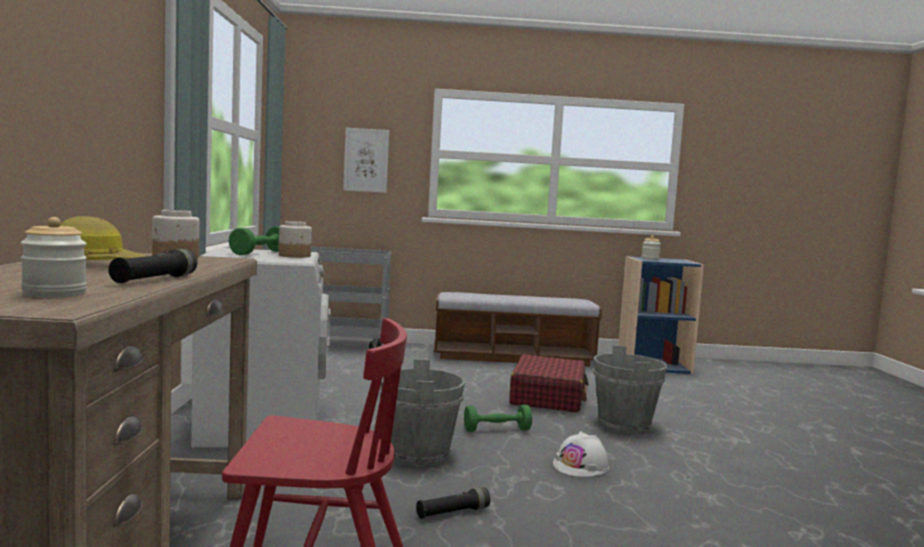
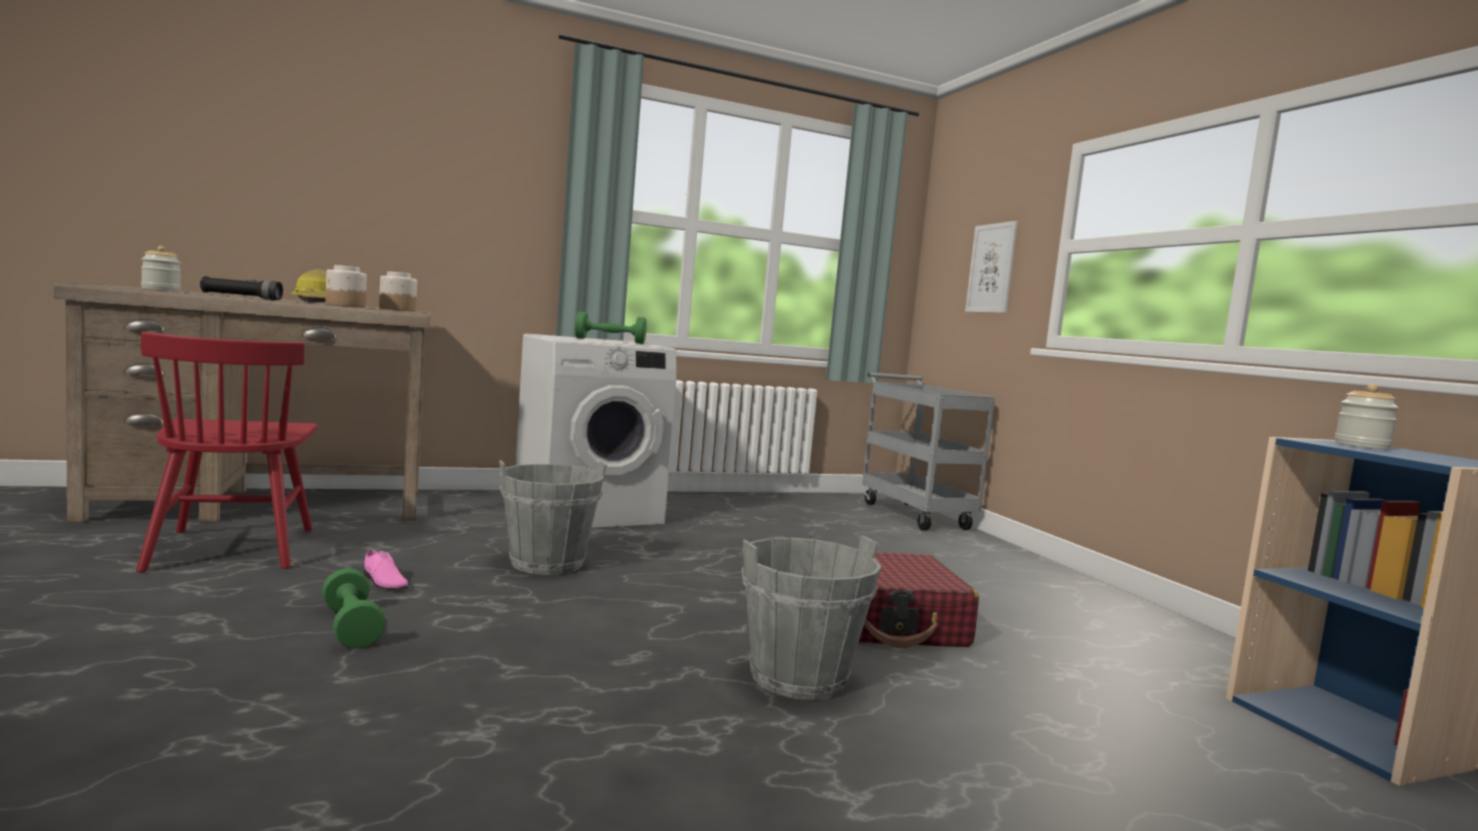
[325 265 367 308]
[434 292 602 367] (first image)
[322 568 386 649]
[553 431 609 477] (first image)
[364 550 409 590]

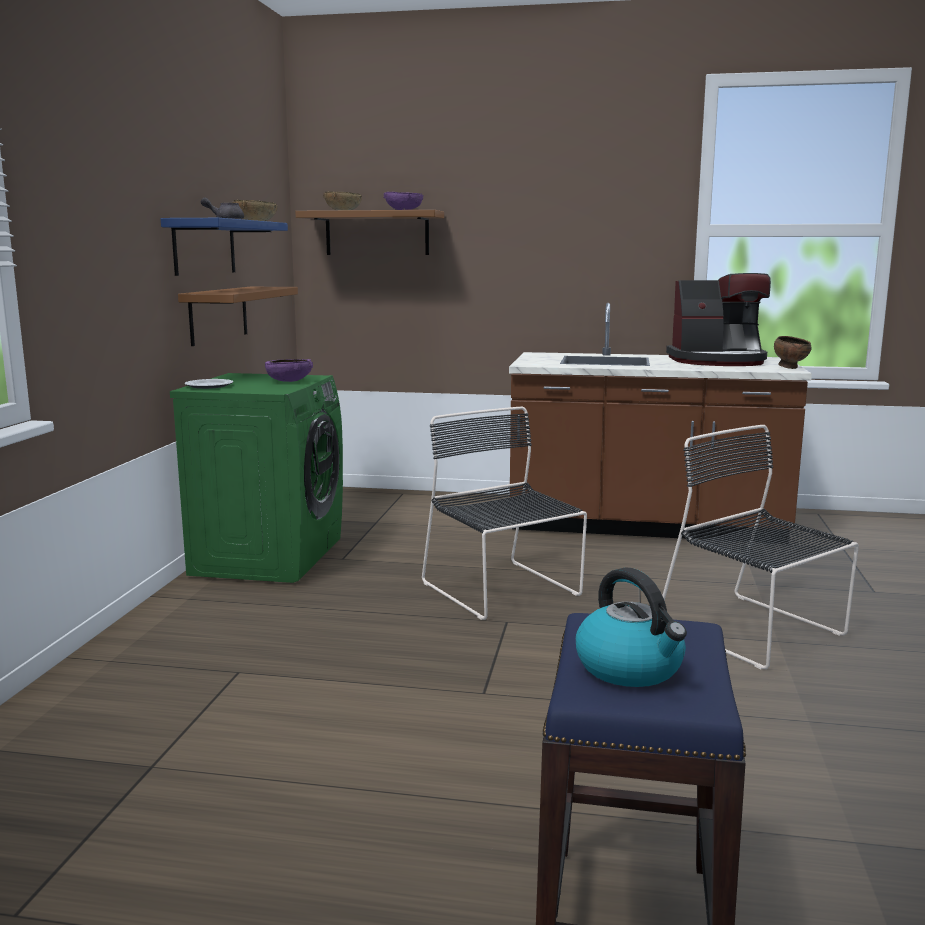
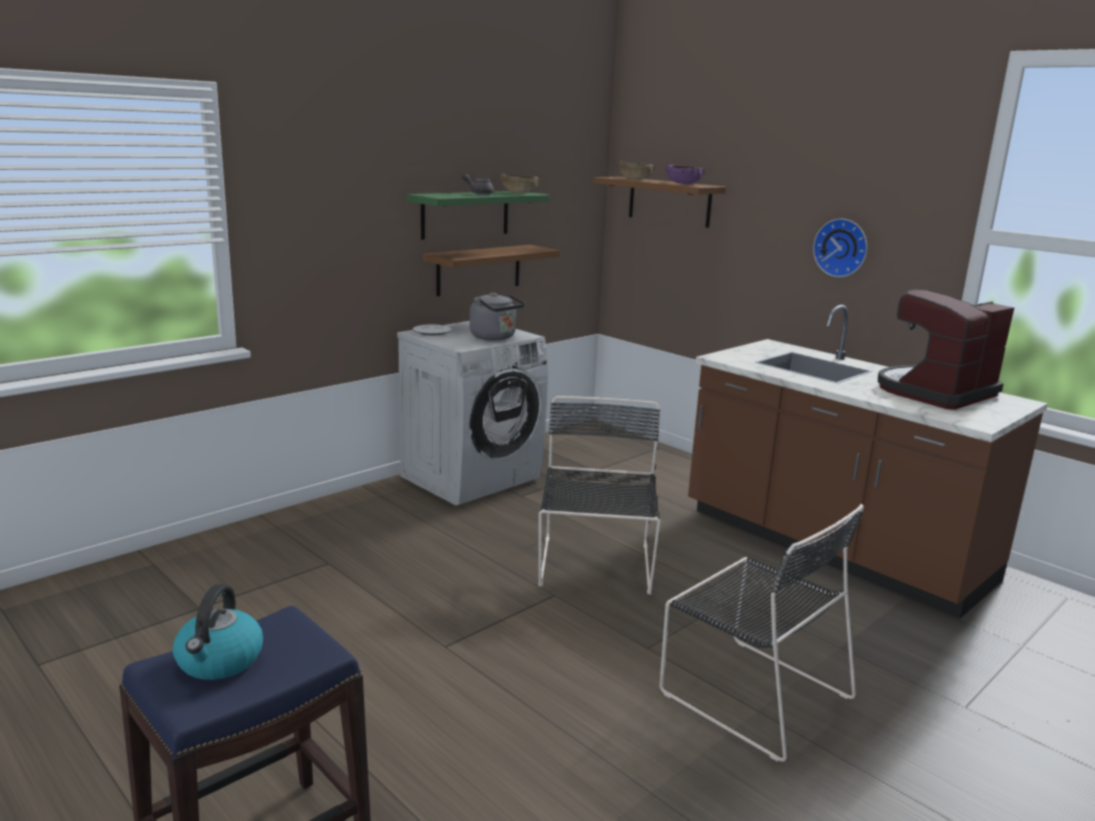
[407 191 550 240]
[878 289 1014 410]
[774 336 812 369] (first image)
[470 292 526 340]
[397 321 548 505]
[660 504 864 762]
[813 218 867 277]

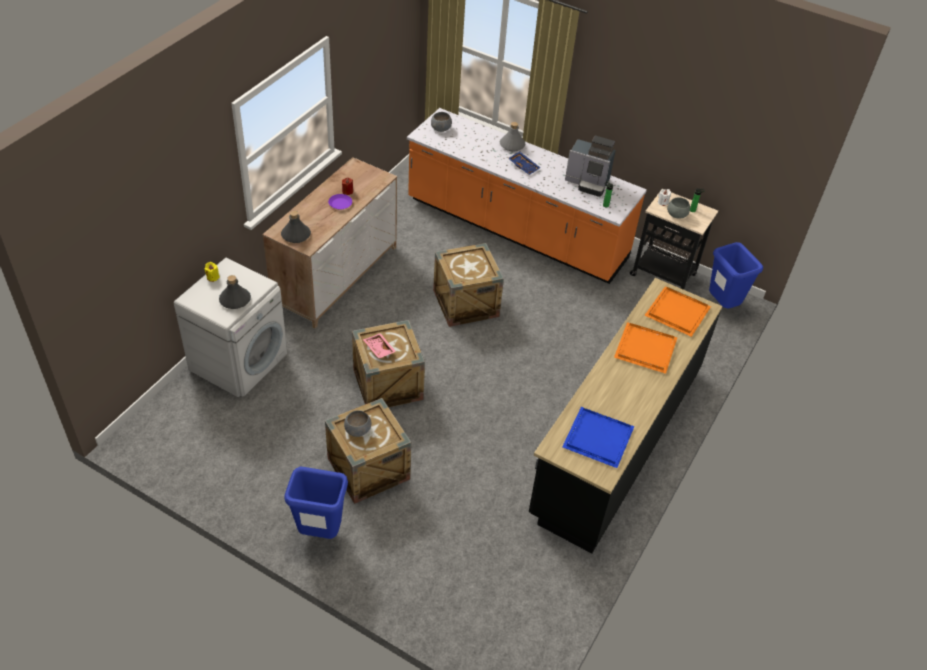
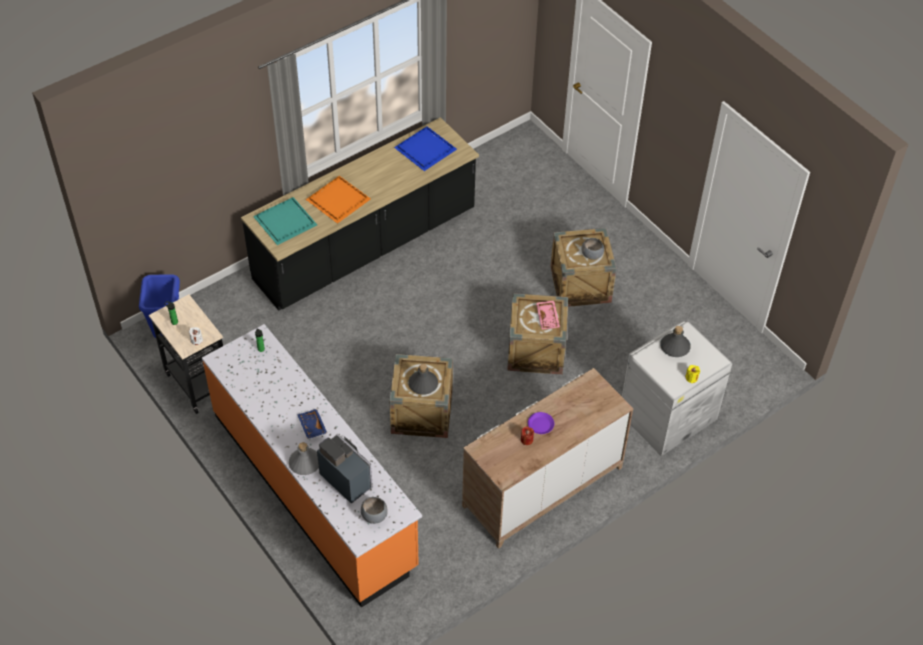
[317 434 373 504]
[667 197 690 219] (first image)
[408 364 438 395]
[253 197 317 245]
[284 467 348 539] (first image)

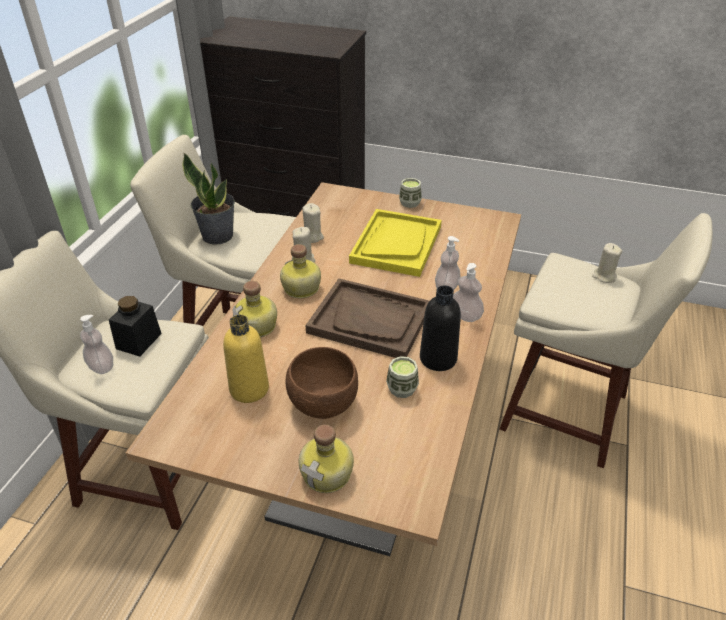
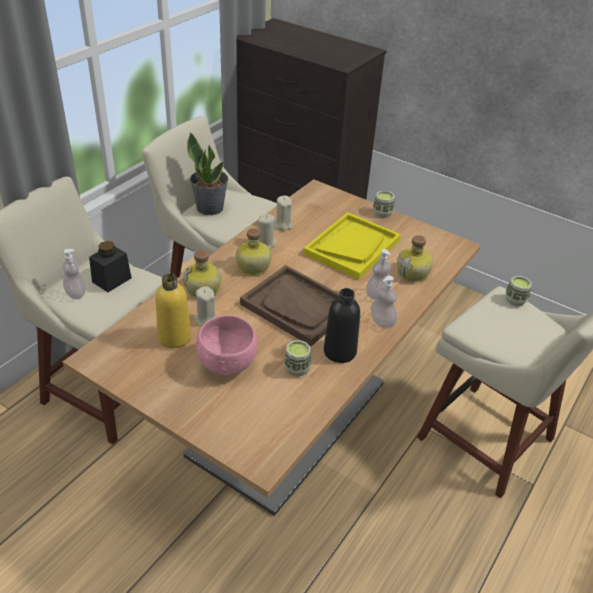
[194 287 217 327]
[196 315 257 376]
[397 235 433 282]
[506 276 532 306]

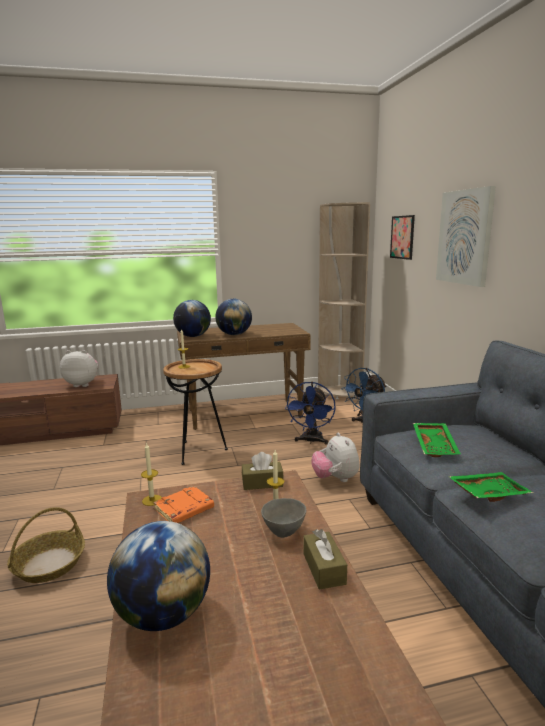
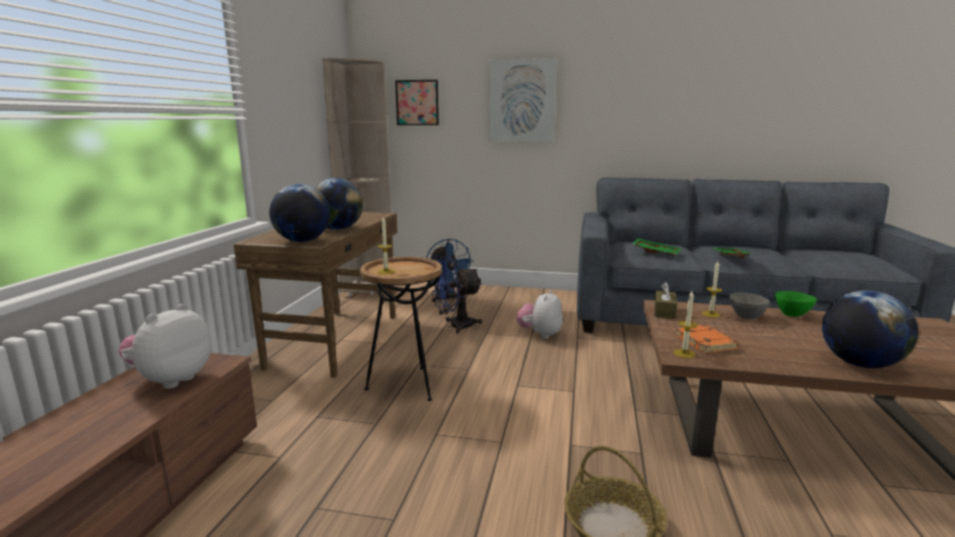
[432 256 482 334]
[516 290 563 339]
[775 291 817 317]

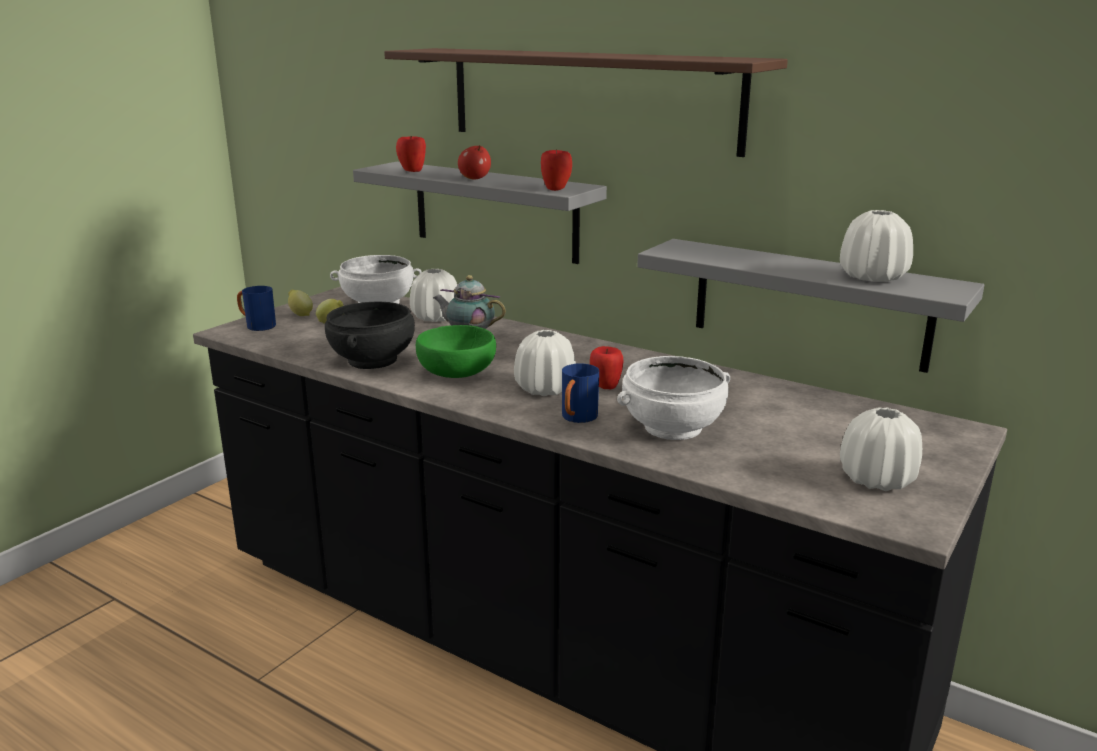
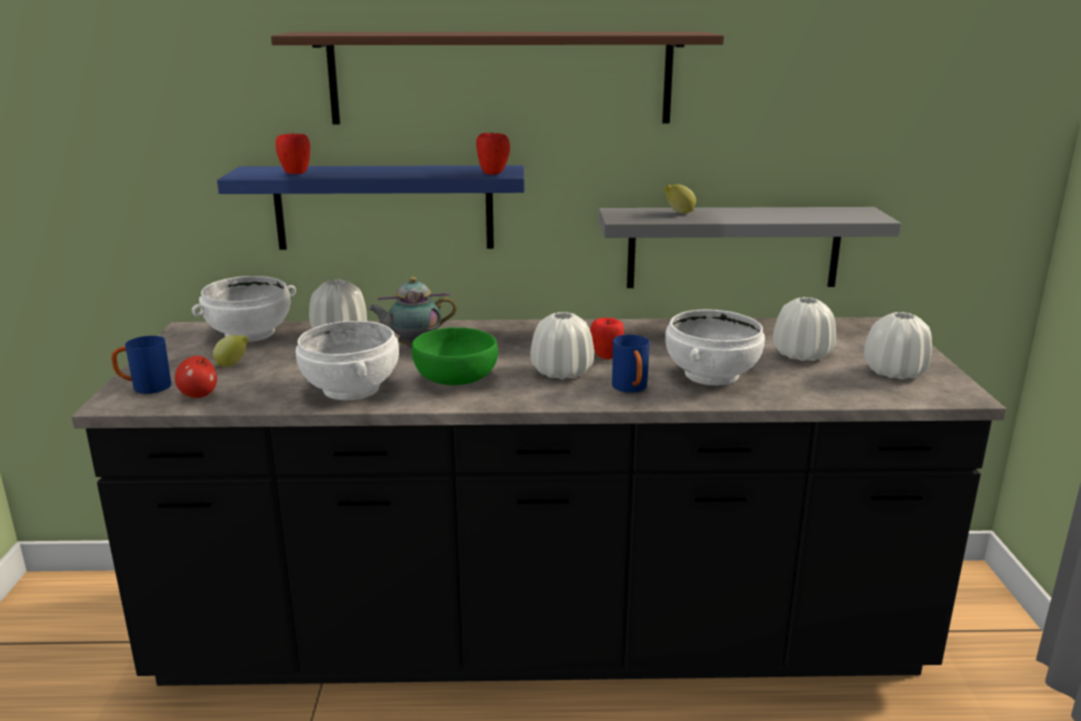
[175 356 217 398]
[217 165 524 250]
[773 297 836 361]
[664 184 696 213]
[296 321 399 400]

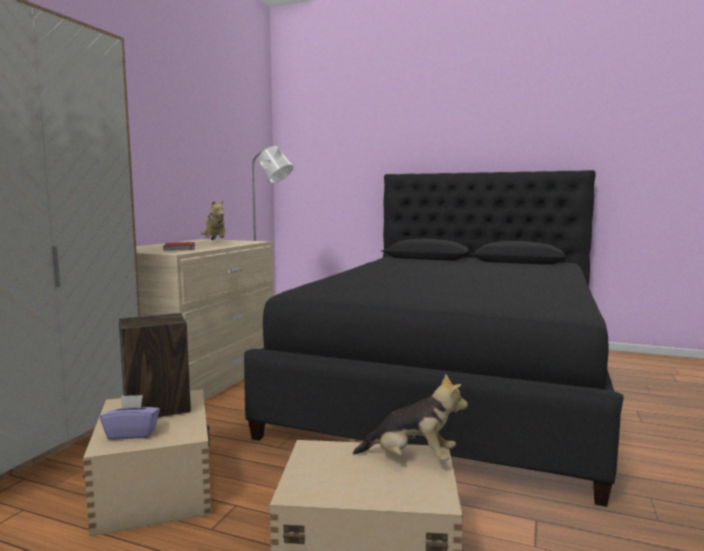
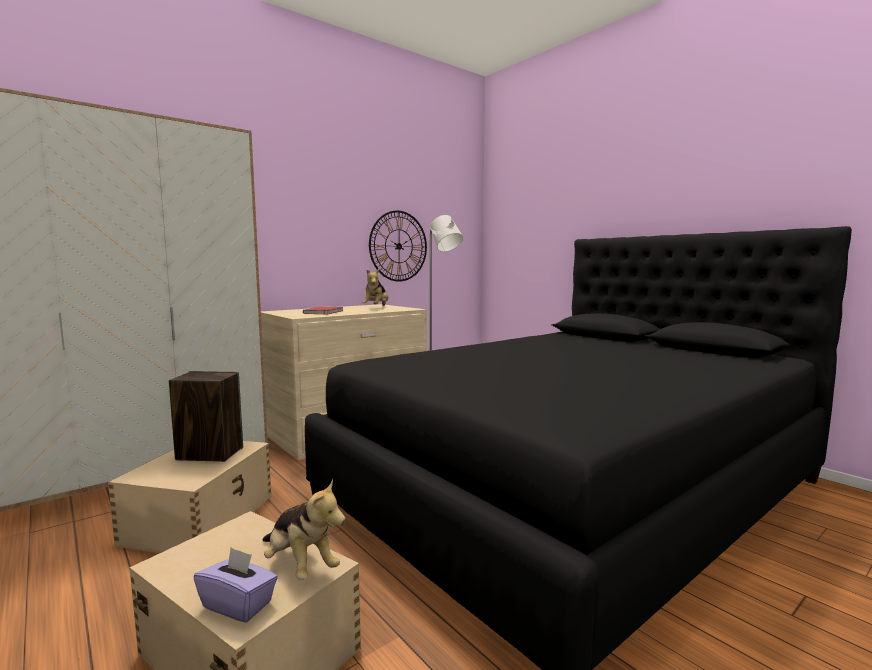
[194 547 278 623]
[369 211 427 282]

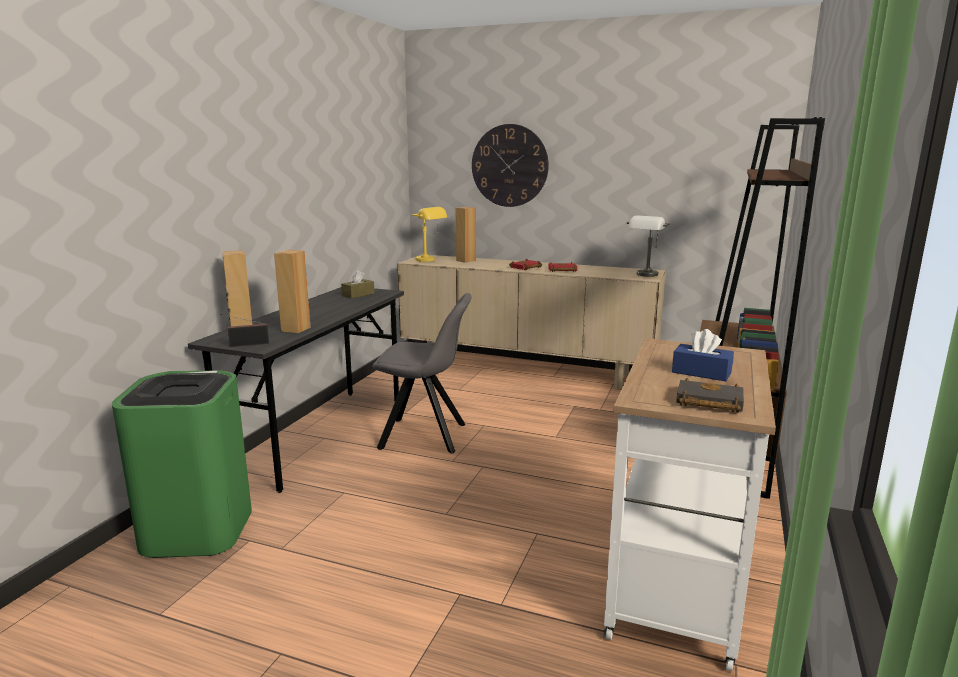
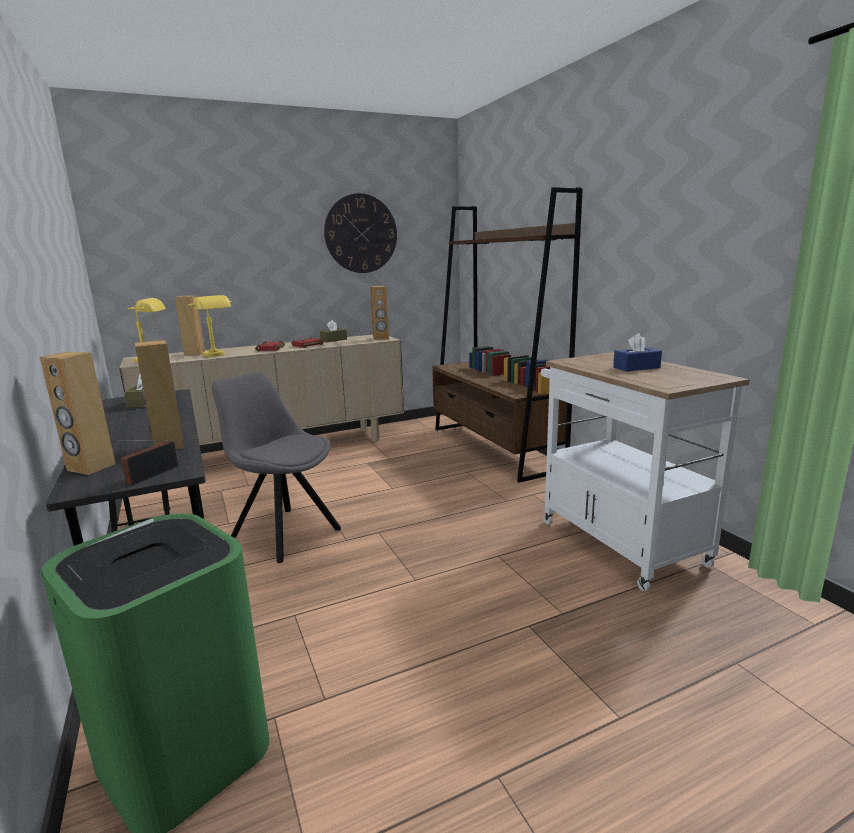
[324 193 397 273]
[370 286 389 340]
[212 371 341 563]
[676 378 744 413] (first image)
[188 295 232 357]
[320 320 347 343]

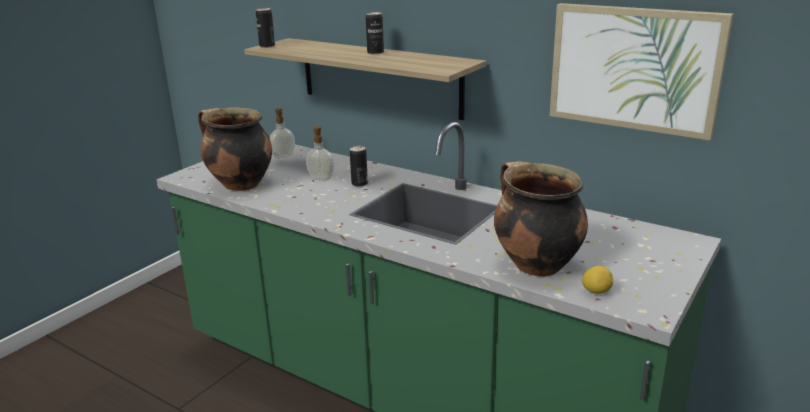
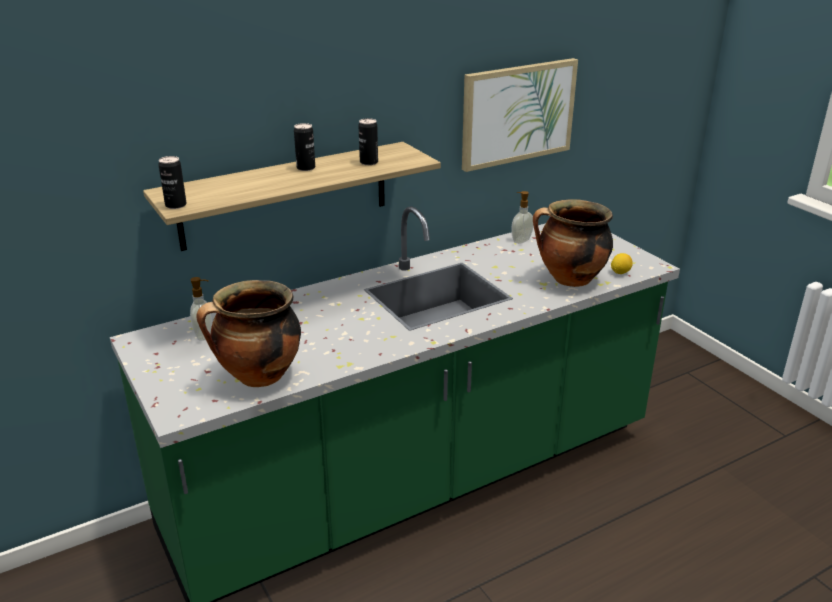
[511 191 533 244]
[358 118 378 165]

